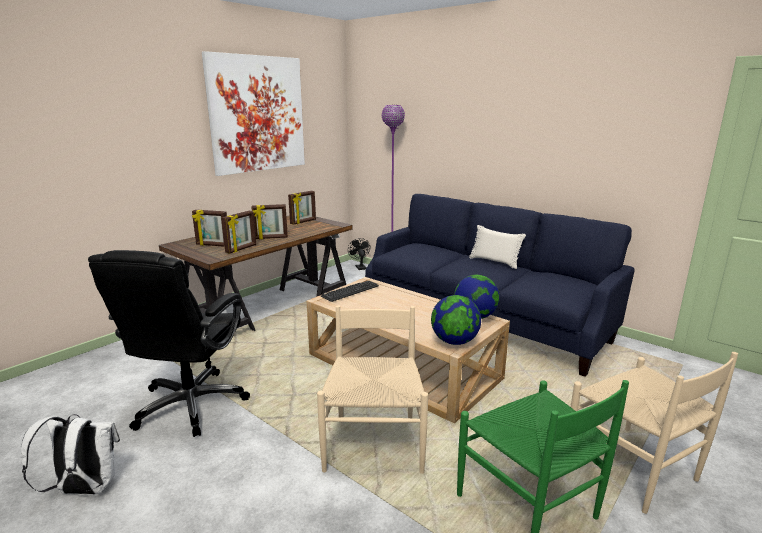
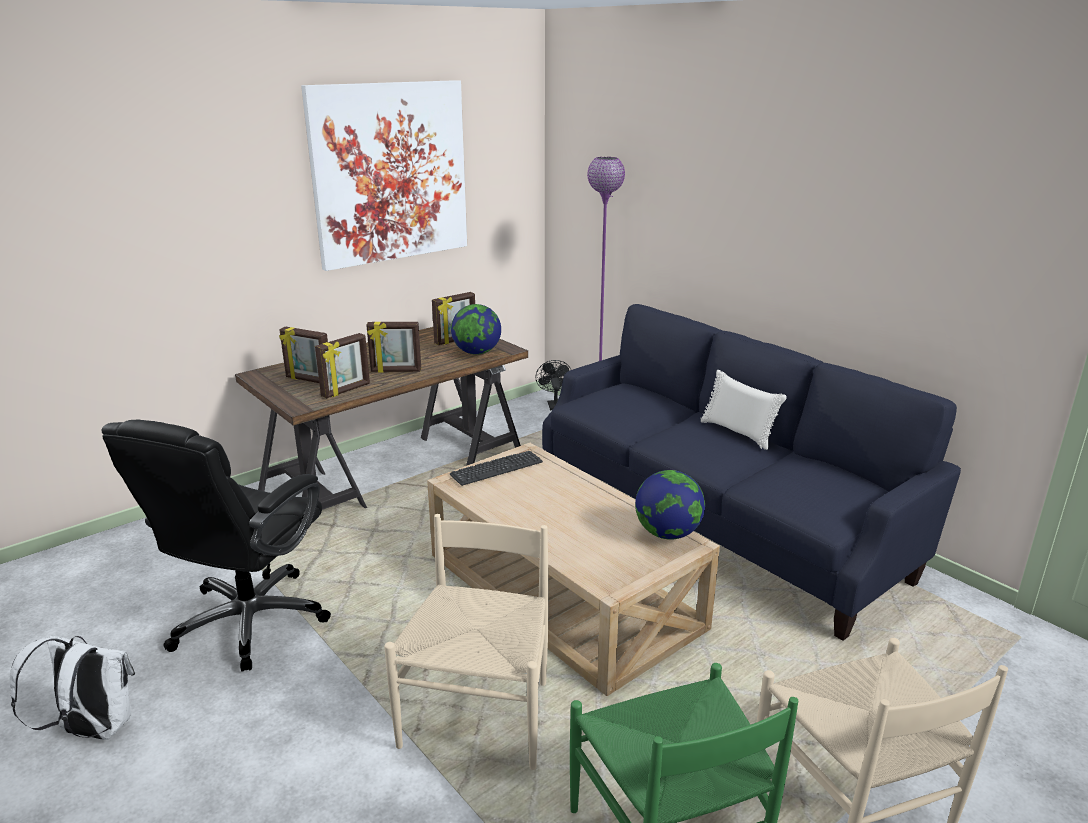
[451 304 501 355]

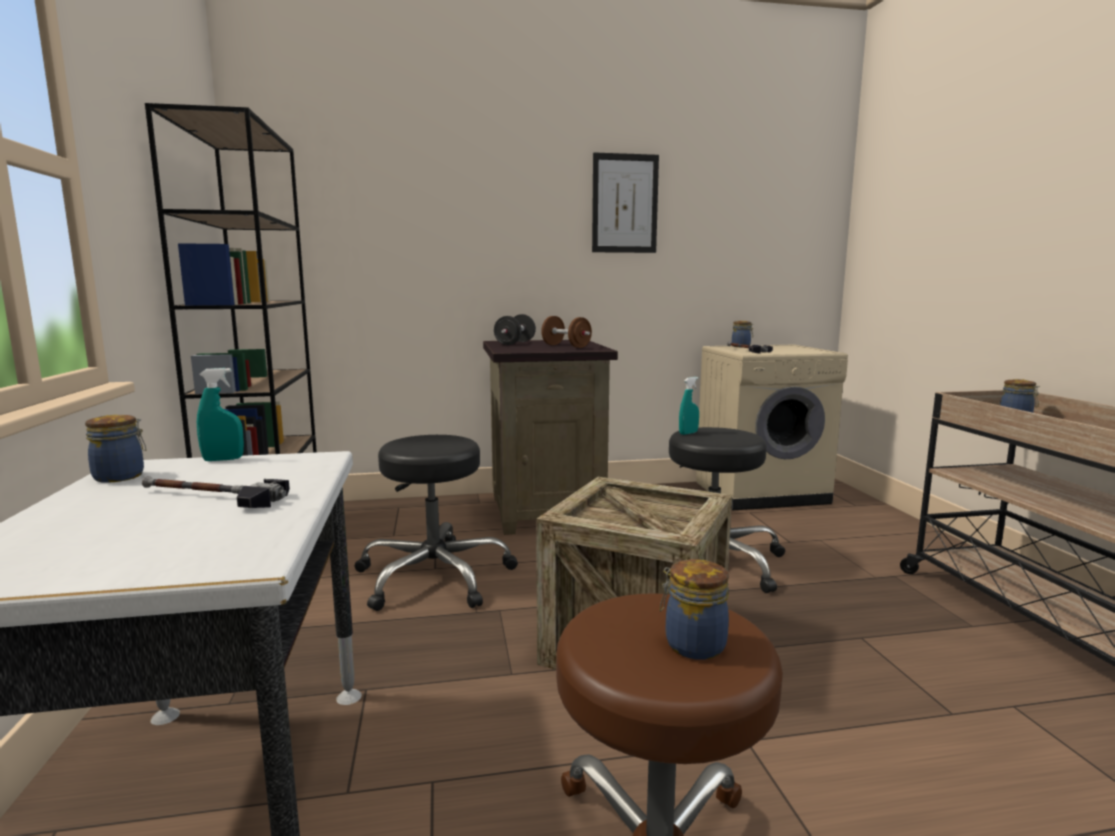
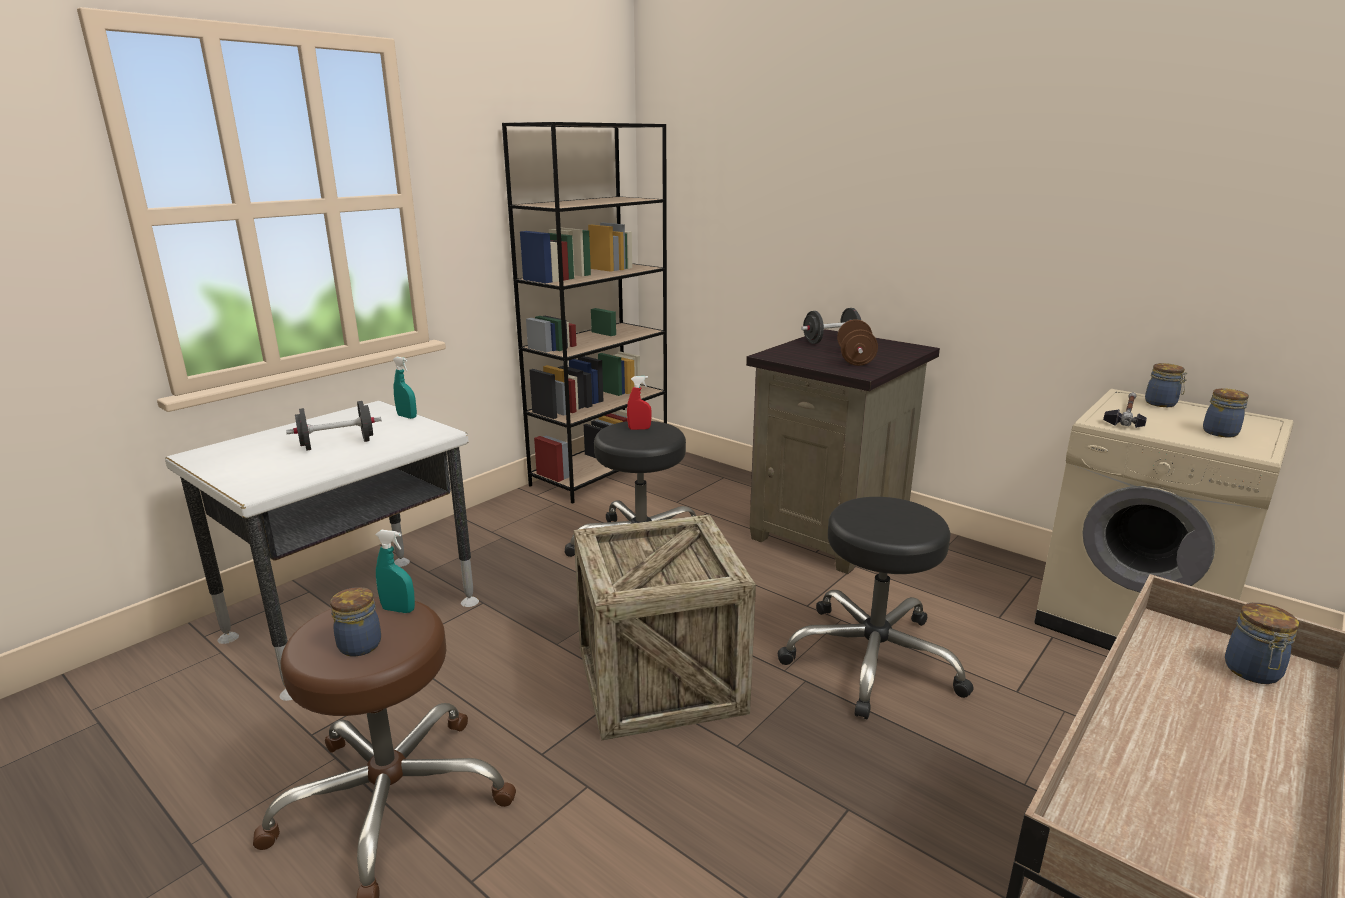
[592 152 659 253] (first image)
[375 530 415 613]
[1203 388 1249 437]
[286 401 381 451]
[627 376 652 430]

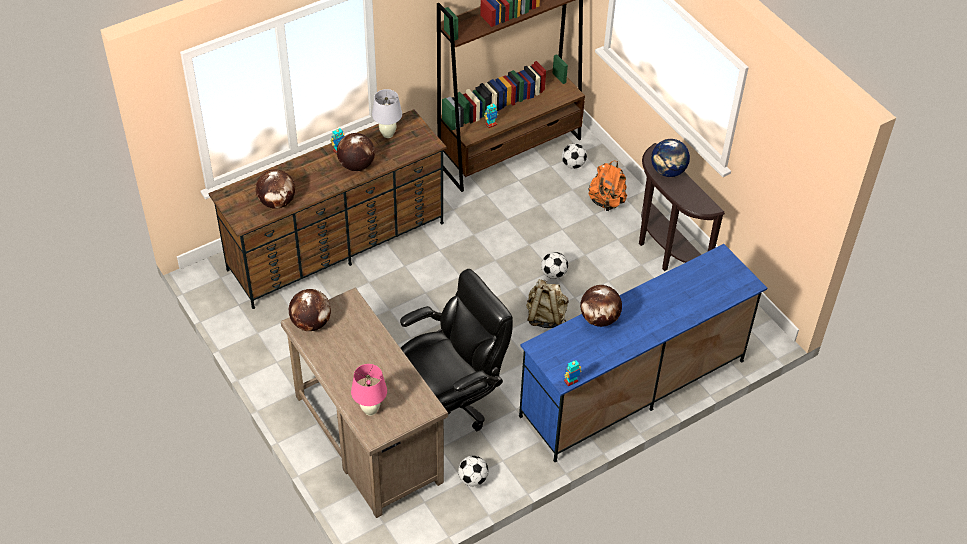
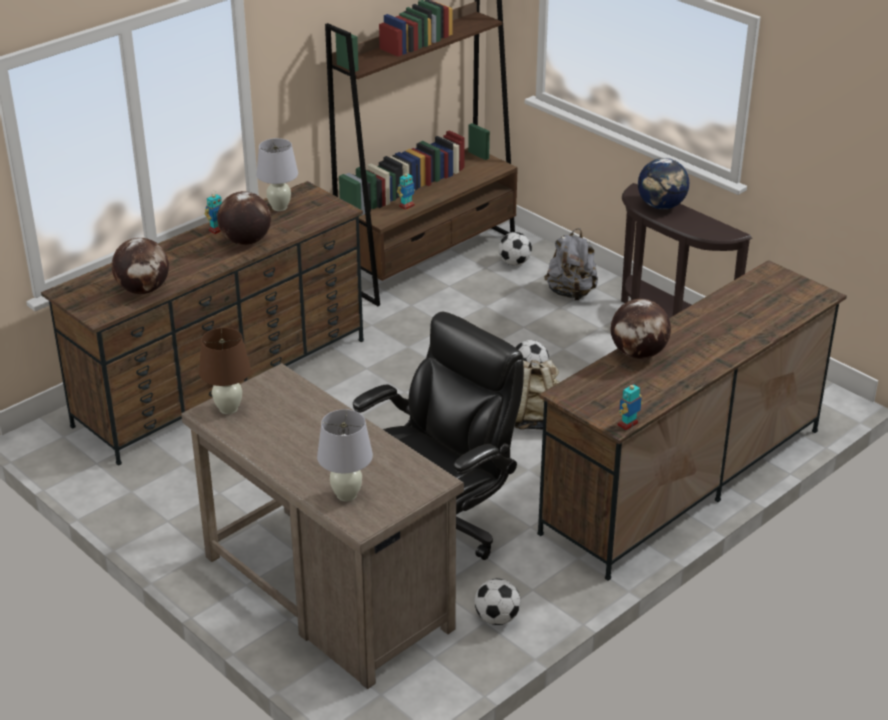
[544 228 598 301]
[537 260 847 581]
[199 328 251 414]
[317 409 373 502]

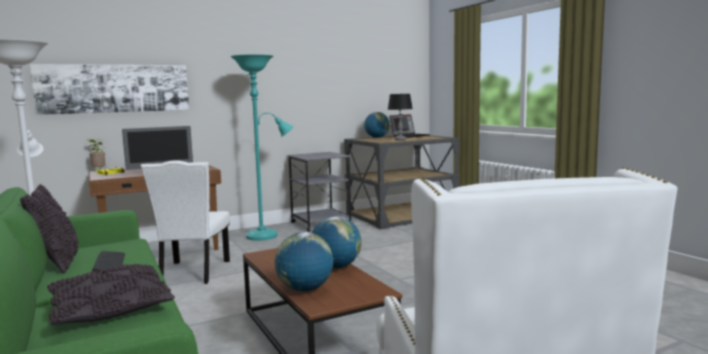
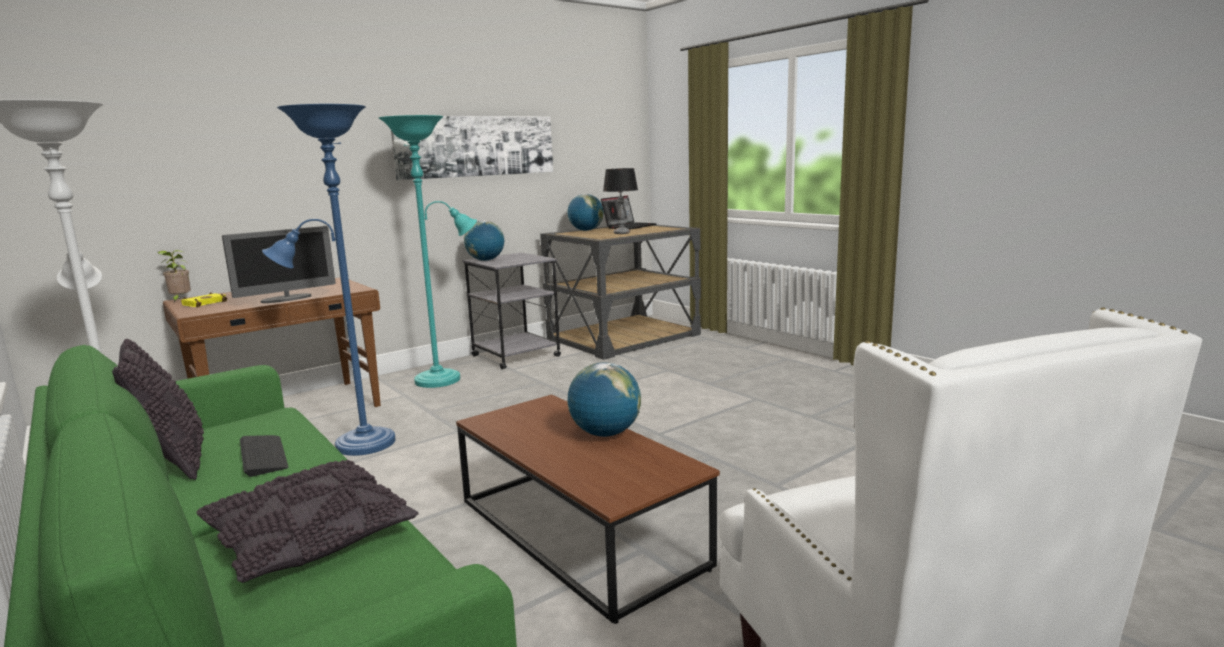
[391 116 553 180]
[262 104 395 456]
[464 220 504 261]

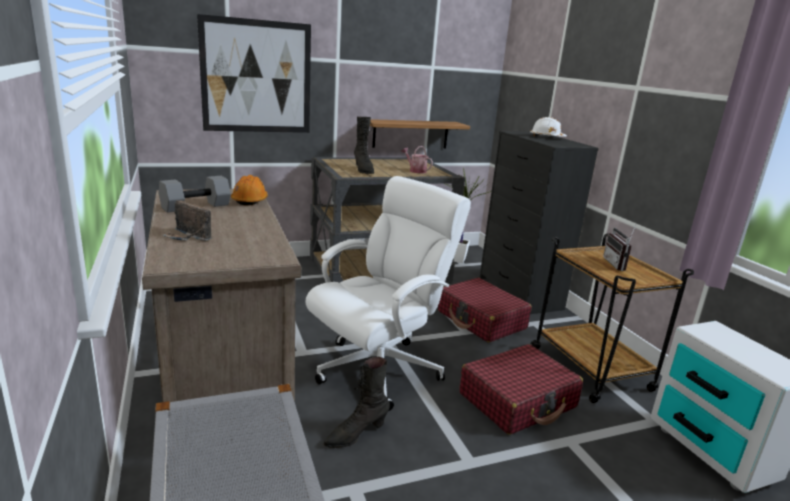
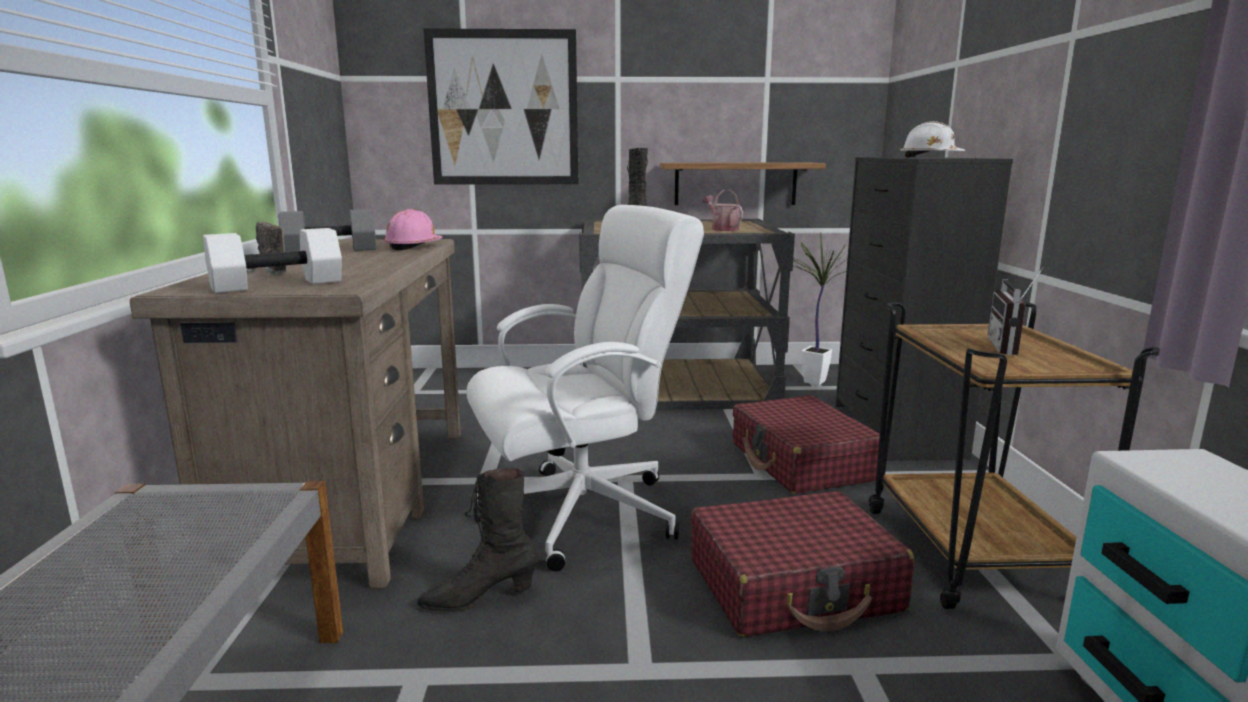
[383 209 443 250]
[203 228 342 293]

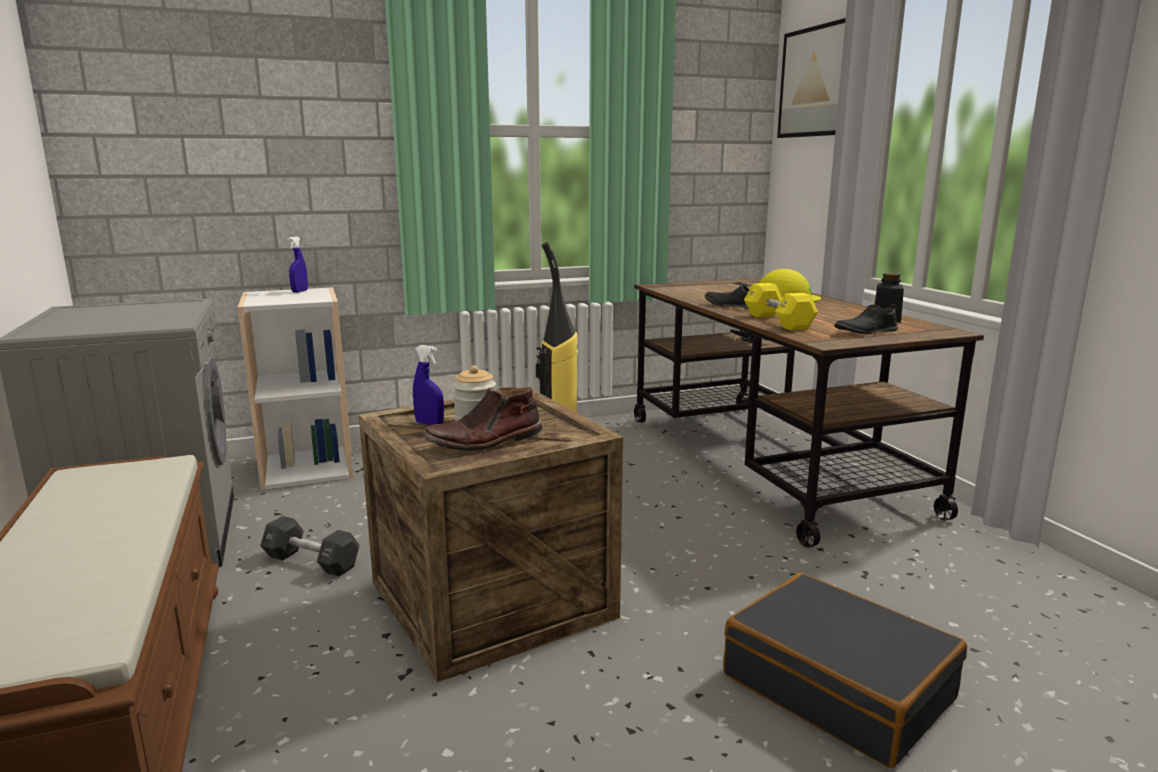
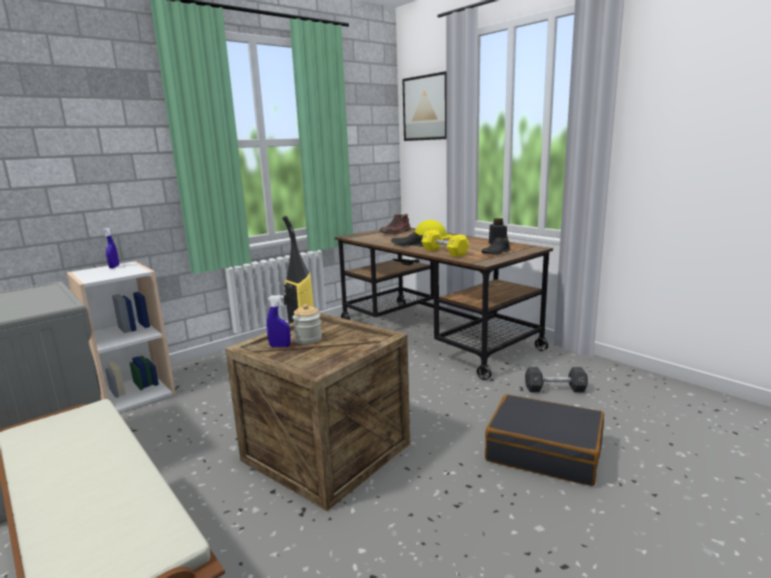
[379 214 411 234]
[525 367 588 392]

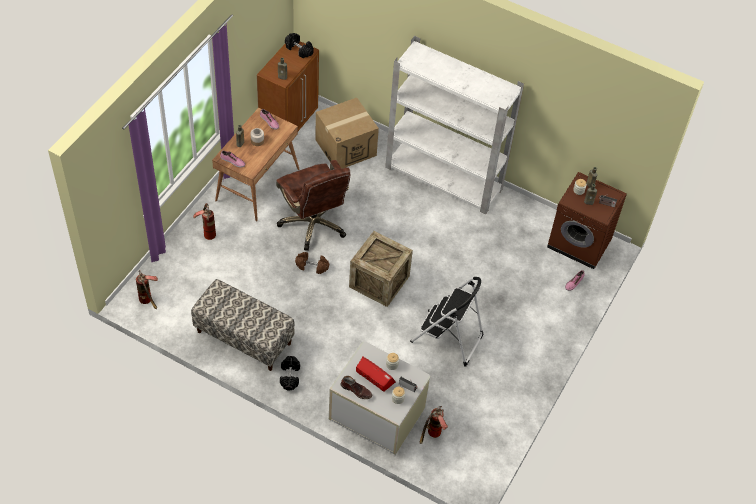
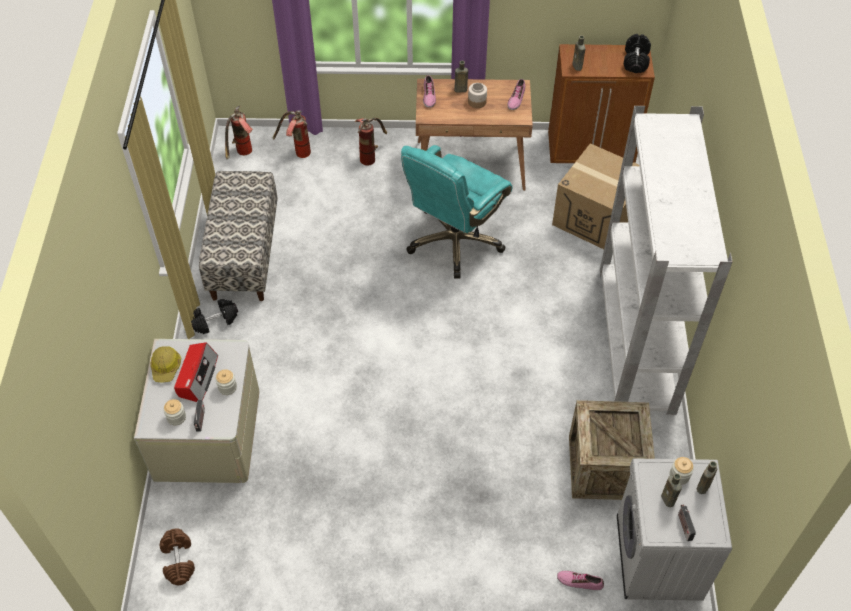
[401 145 512 279]
[617 458 732 601]
[569 400 655 500]
[159 528 195 585]
[410 277 484 367] (first image)
[151 346 181 383]
[273 110 311 158]

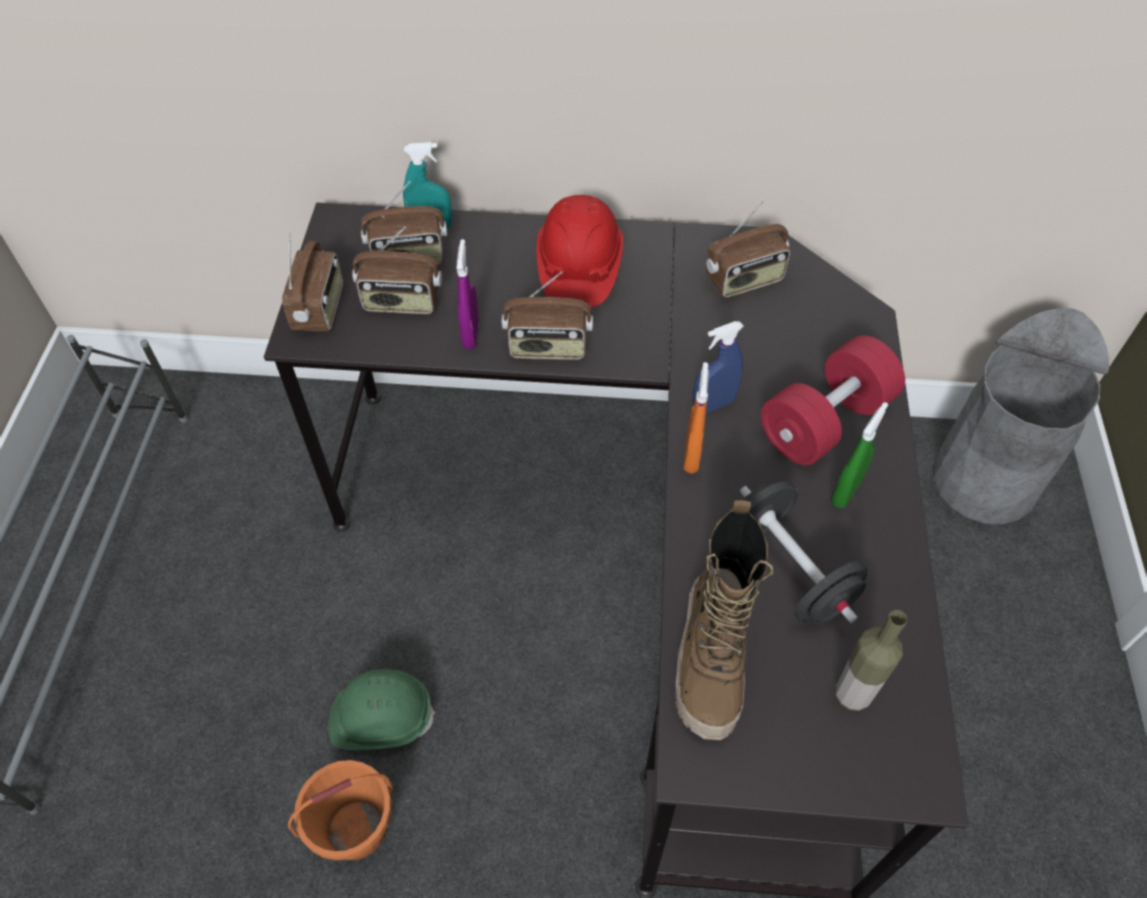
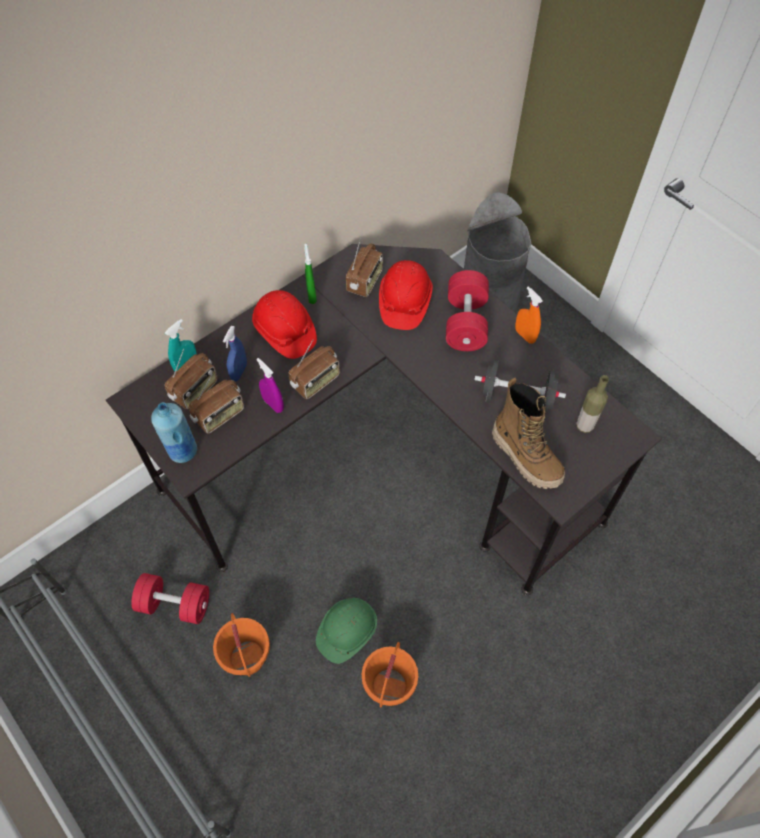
[151 402 197 463]
[223 326 247 381]
[515 287 543 344]
[304 244 317 304]
[379 260 433 330]
[131 573 209 624]
[213 613 270 677]

